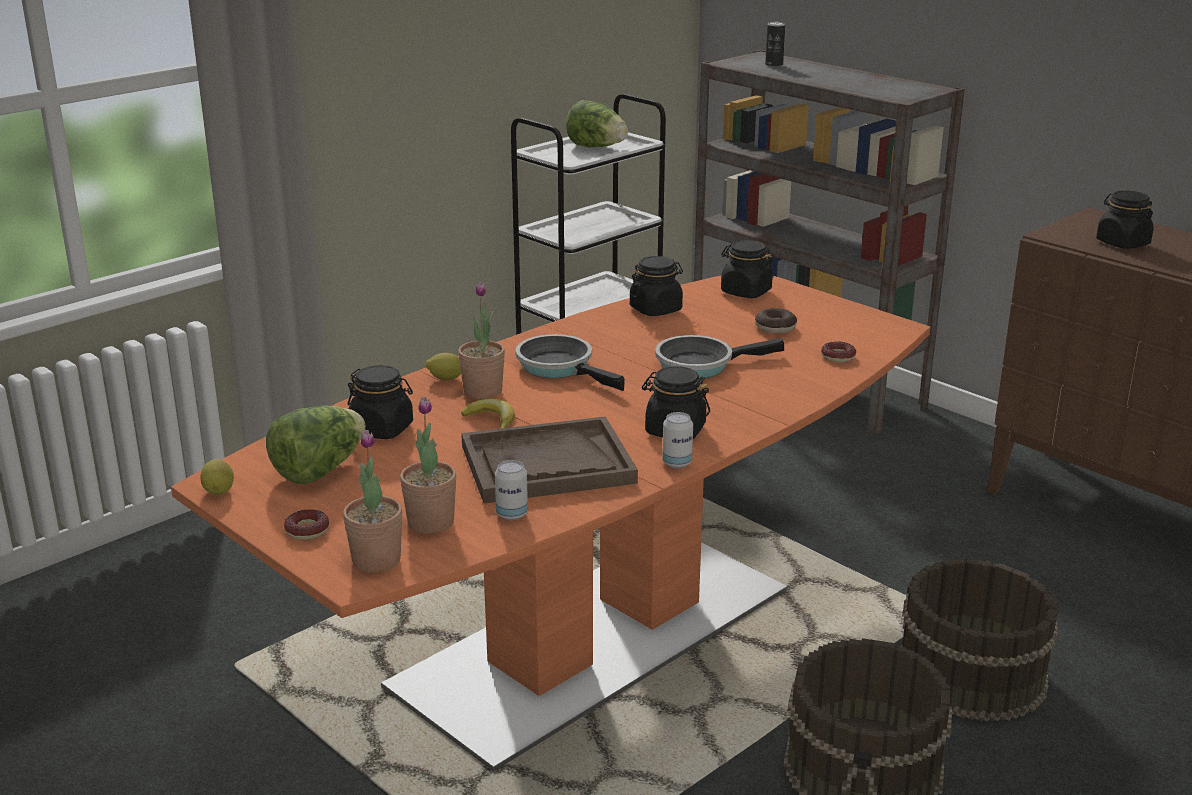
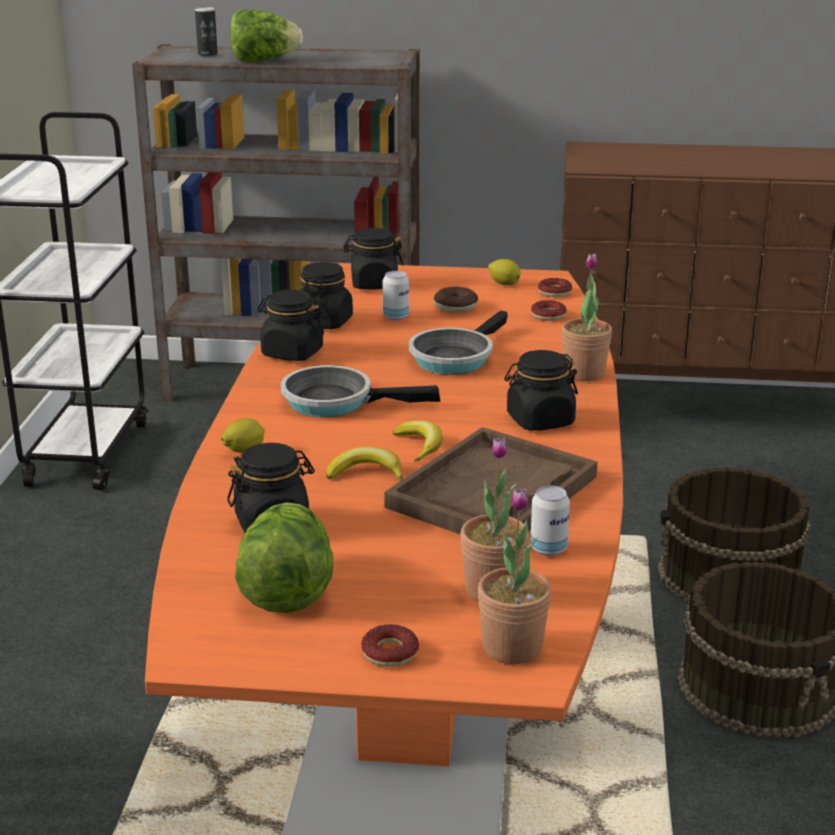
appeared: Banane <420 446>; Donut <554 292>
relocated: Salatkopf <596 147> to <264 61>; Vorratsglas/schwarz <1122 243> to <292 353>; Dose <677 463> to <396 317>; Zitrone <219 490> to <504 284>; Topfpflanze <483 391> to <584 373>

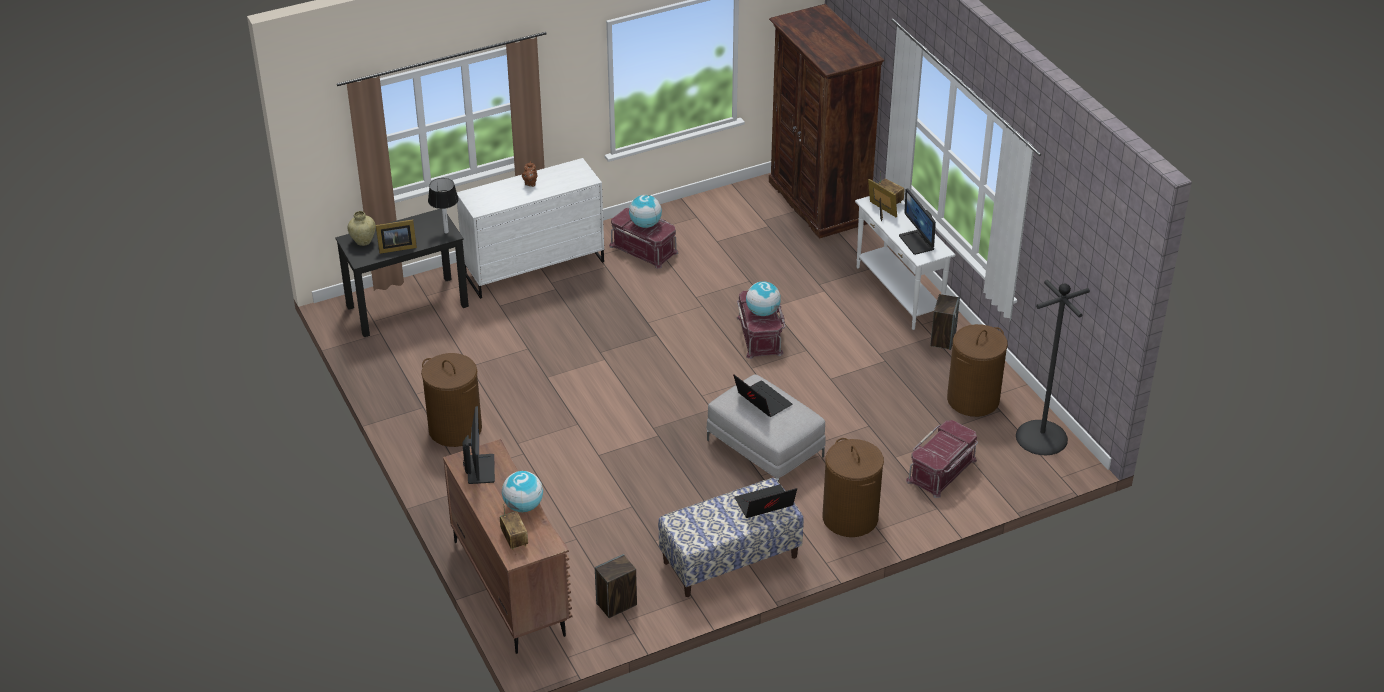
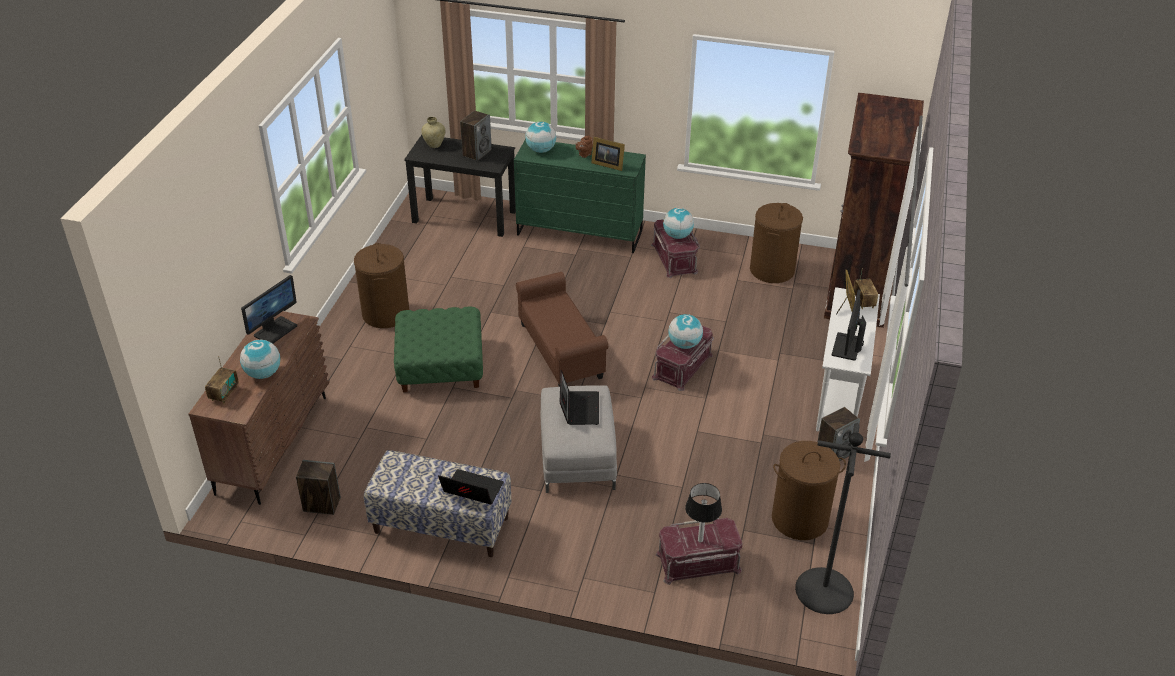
appeared: Polsterhocker/grün <441 365>; Lautsprecher <477 153>; Polsterhocker/braun <560 350>; Globus <541 150>
relocated: Bilderrahmen <396 247> to <607 164>; Tischlampe <446 232> to <700 540>; Wäschekorb/braun <850 518> to <772 270>
colour: Kommode/weiß <534 267> to Kommode/grün <580 232>

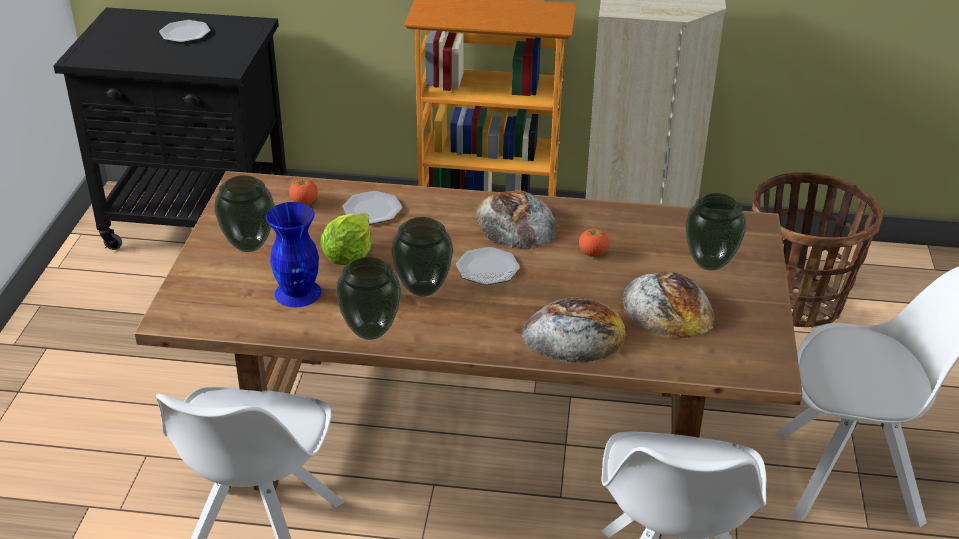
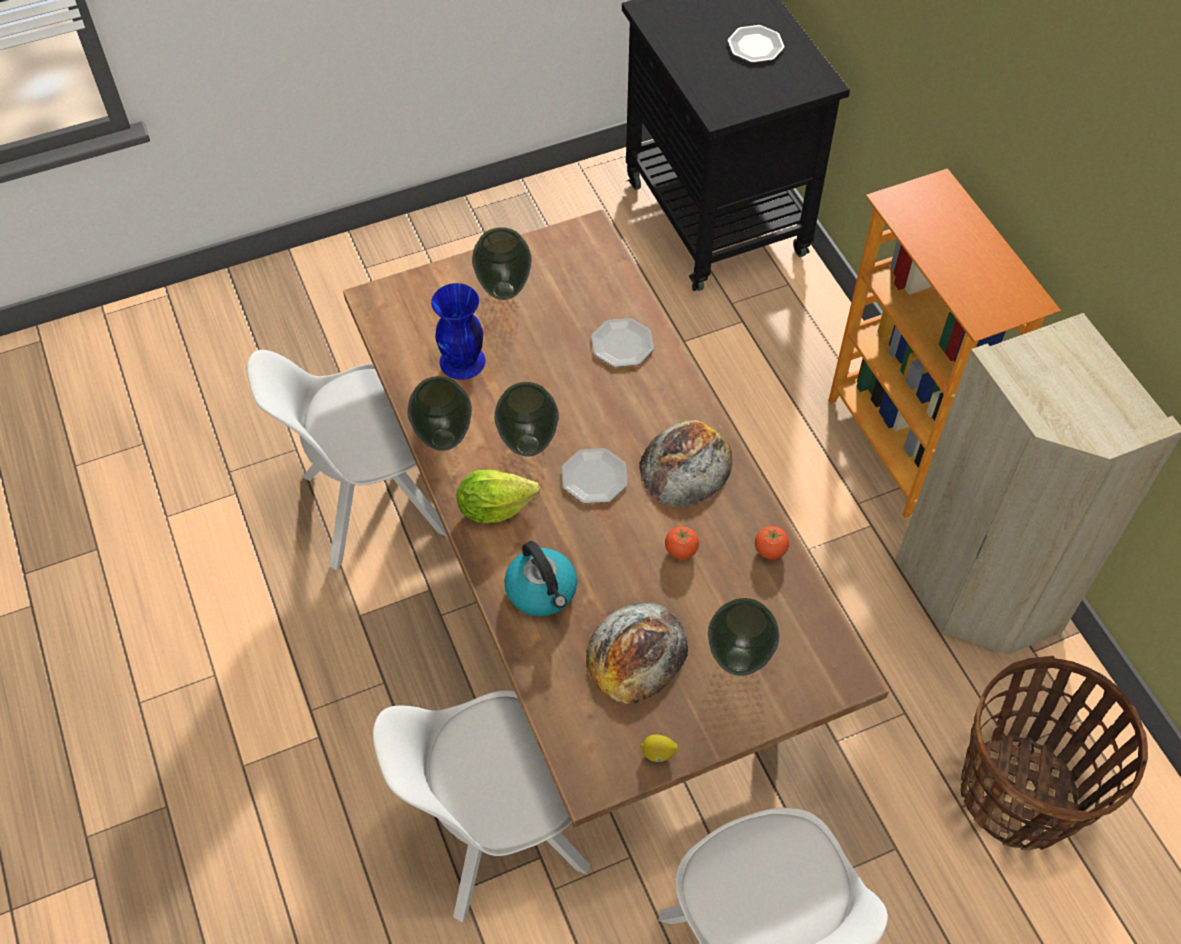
appeared: Zitrone <658 753>
relocated: Salatkopf <348 256> to <494 507>; Tomate <304 202> to <770 550>
exchanged: Brot <574 333> to Wasserkessel <542 591>

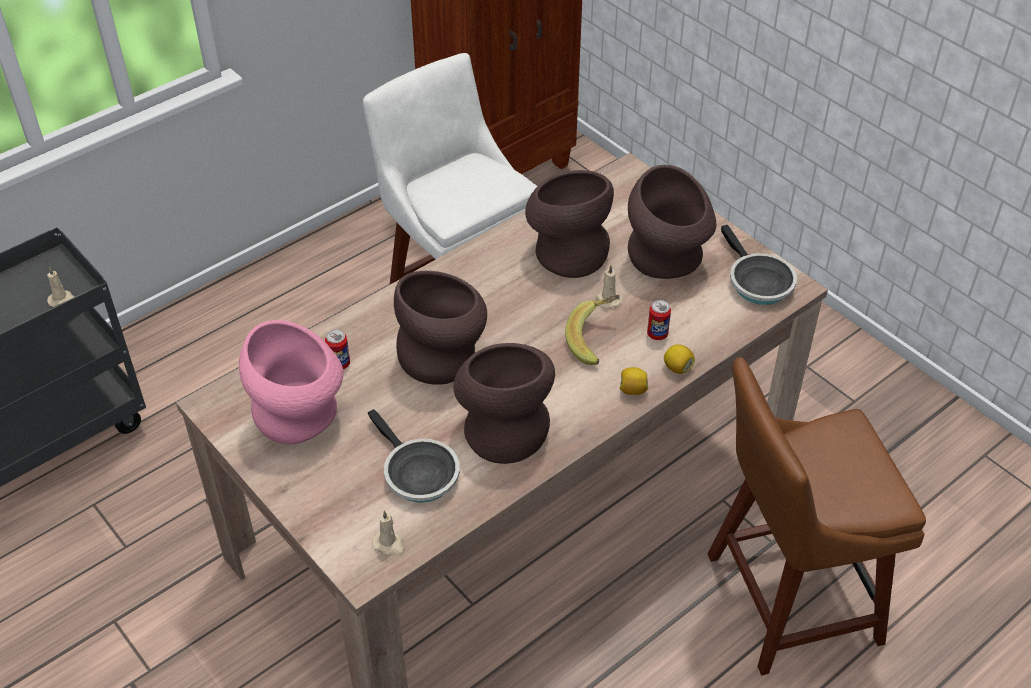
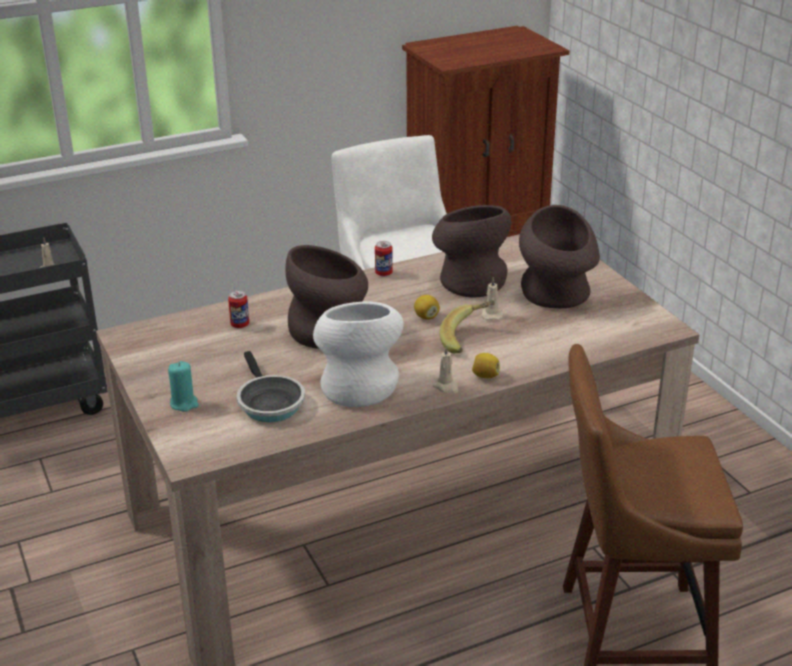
missing: Vase/rosa <300 418>; Pfanne <757 282>
appeared: Kerze/türkis <184 403>
relocated: Dose <657 334> to <383 273>; Zitrone <677 368> to <426 317>; Kerze/beige <389 545> to <446 386>
colour: Vase/braun <504 428> to Vase/weiß <358 384>

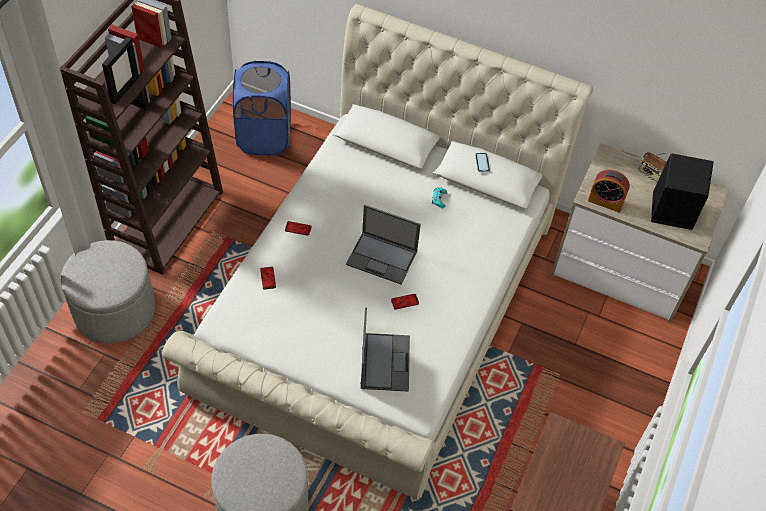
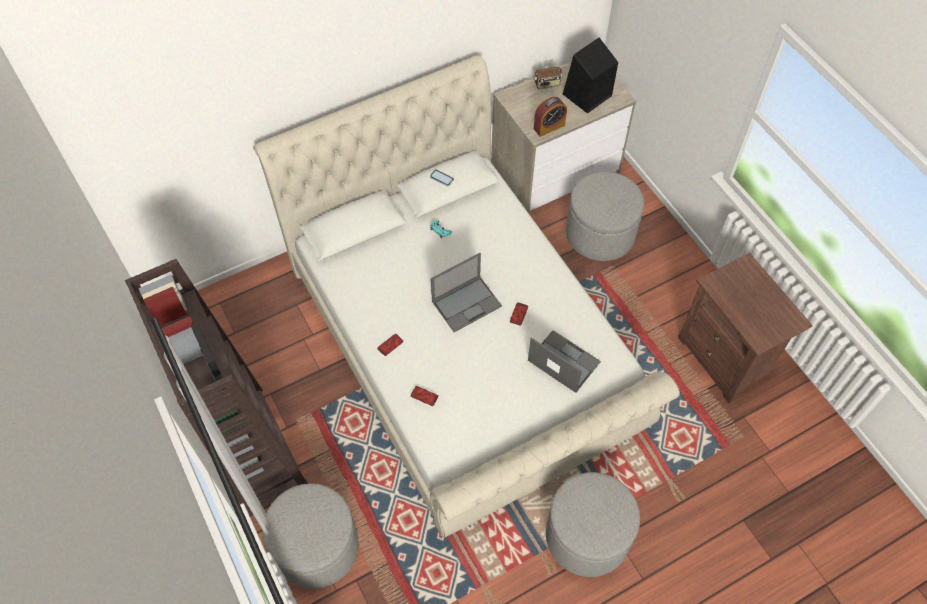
missing: Wäschekorb/blau <264 137>
appeared: Polsterhocker/grau <600 233>

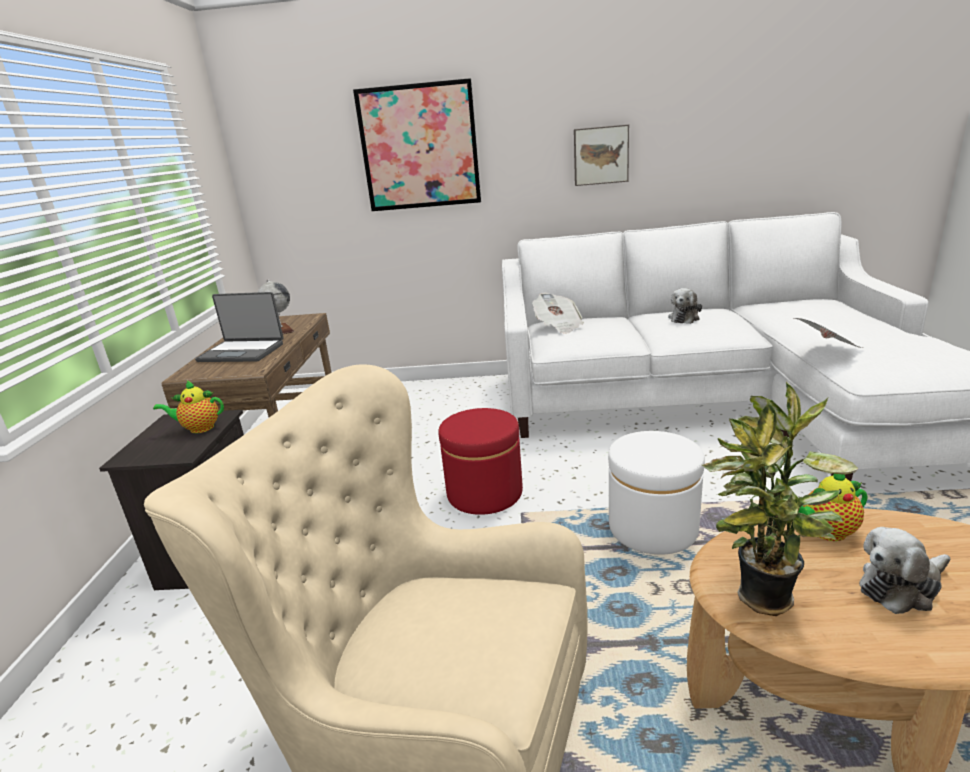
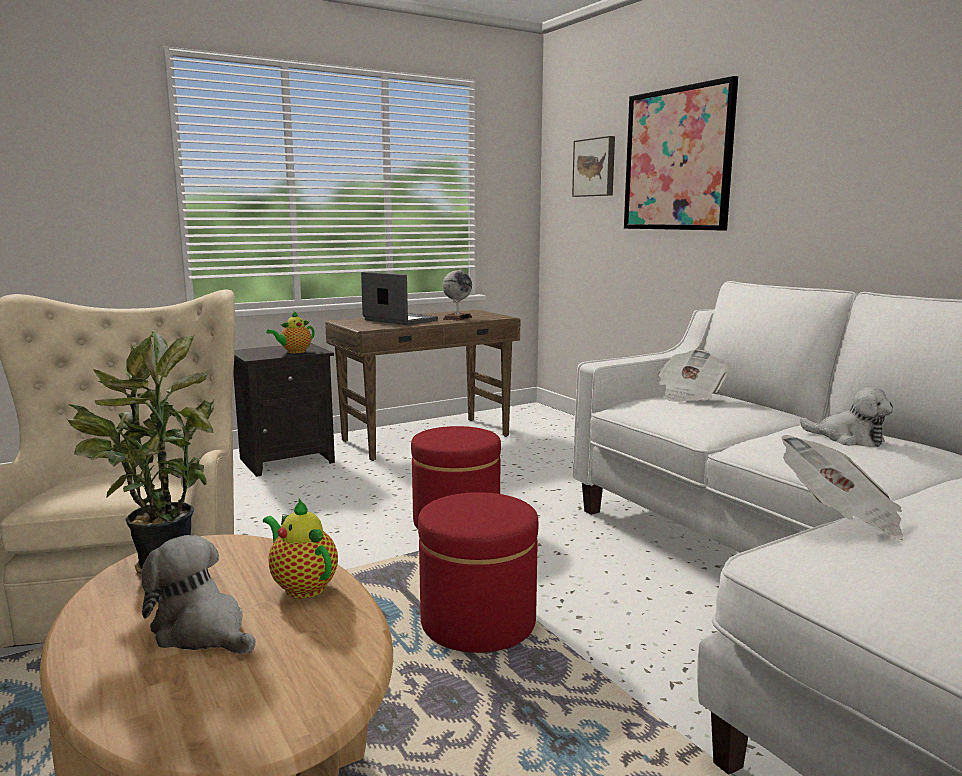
relocated: Bild <600 155> to <595 167>
colour: Polsterhocker/weiß <653 528> to Polsterhocker/rot <478 622>
spun: Teekanne <199 428> = <294 352> 90 degrees counterclockwise; Laptop <242 352> = <399 320> 150 degrees clockwise; Plüschtier <684 318> = <848 438> 135 degrees counterclockwise

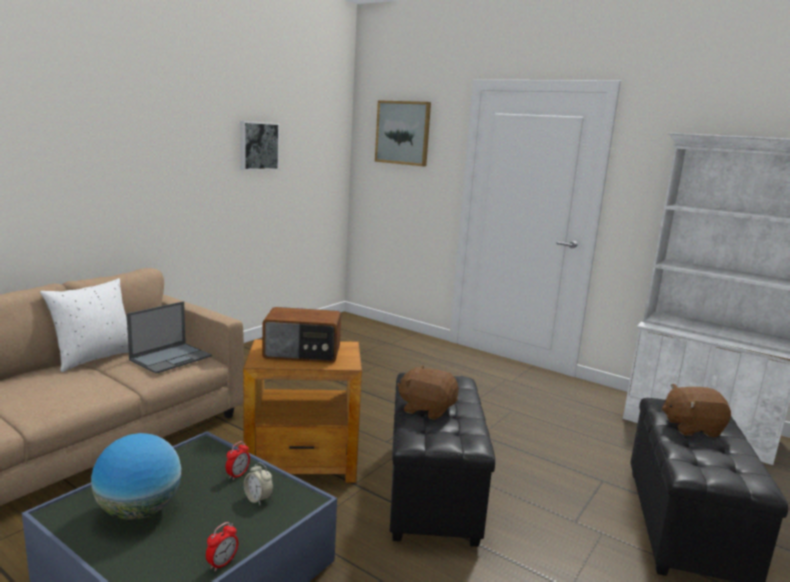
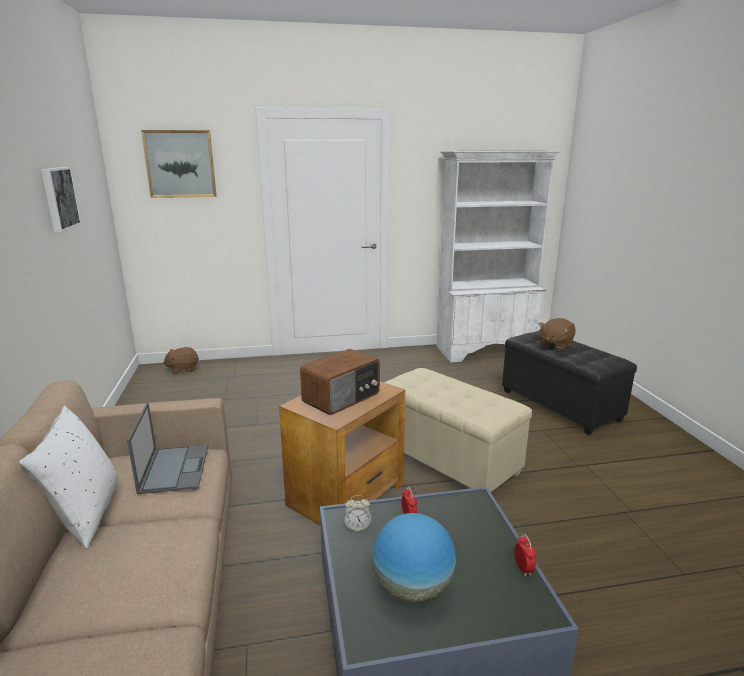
relocated: Plüschtier/braun <427 409> to <183 369>; Wecker <258 499> to <357 526>
colour: Polsterhocker/schwarz <433 491> to Polsterhocker/beige <448 460>

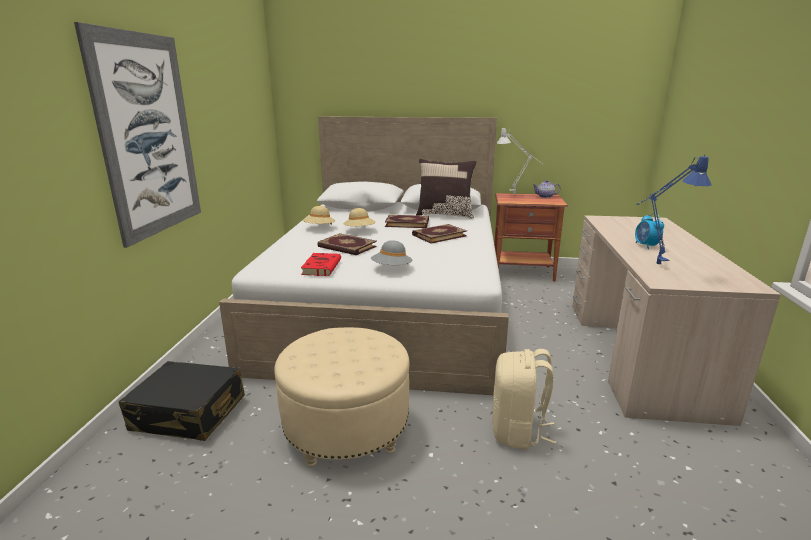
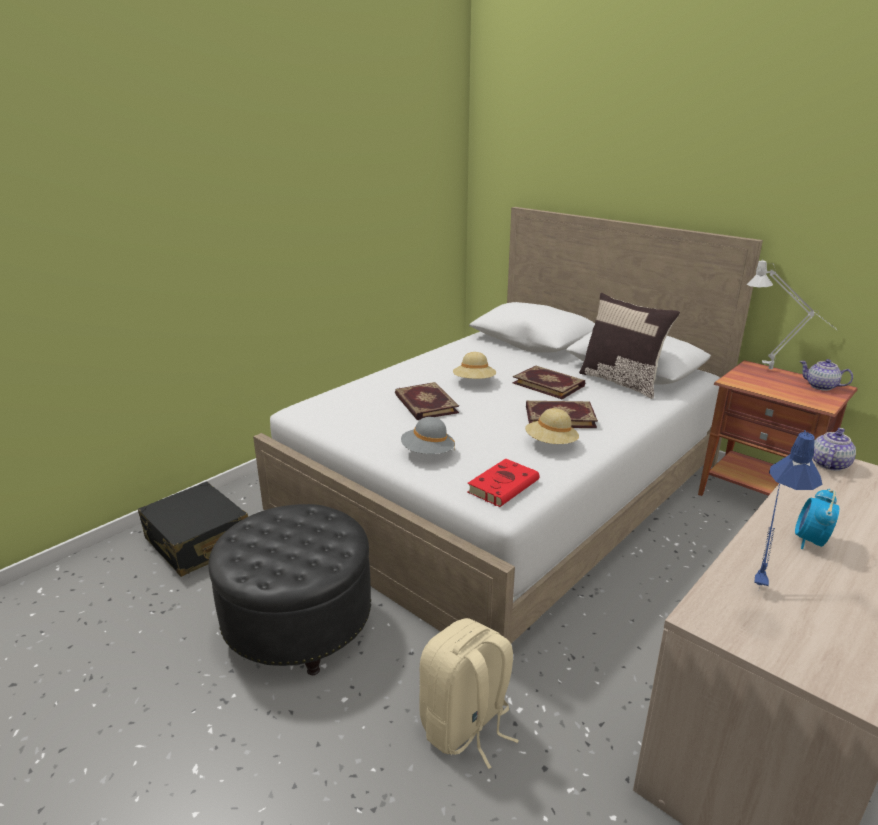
missing: Bild <148 136>
appeared: Teekanne <828 464>
relocated: Buch/rot <322 267> to <504 486>; Hut/beige <319 228> to <551 444>
colour: Polsterhocker/beige <346 429> to Polsterhocker/schwarz <299 626>

